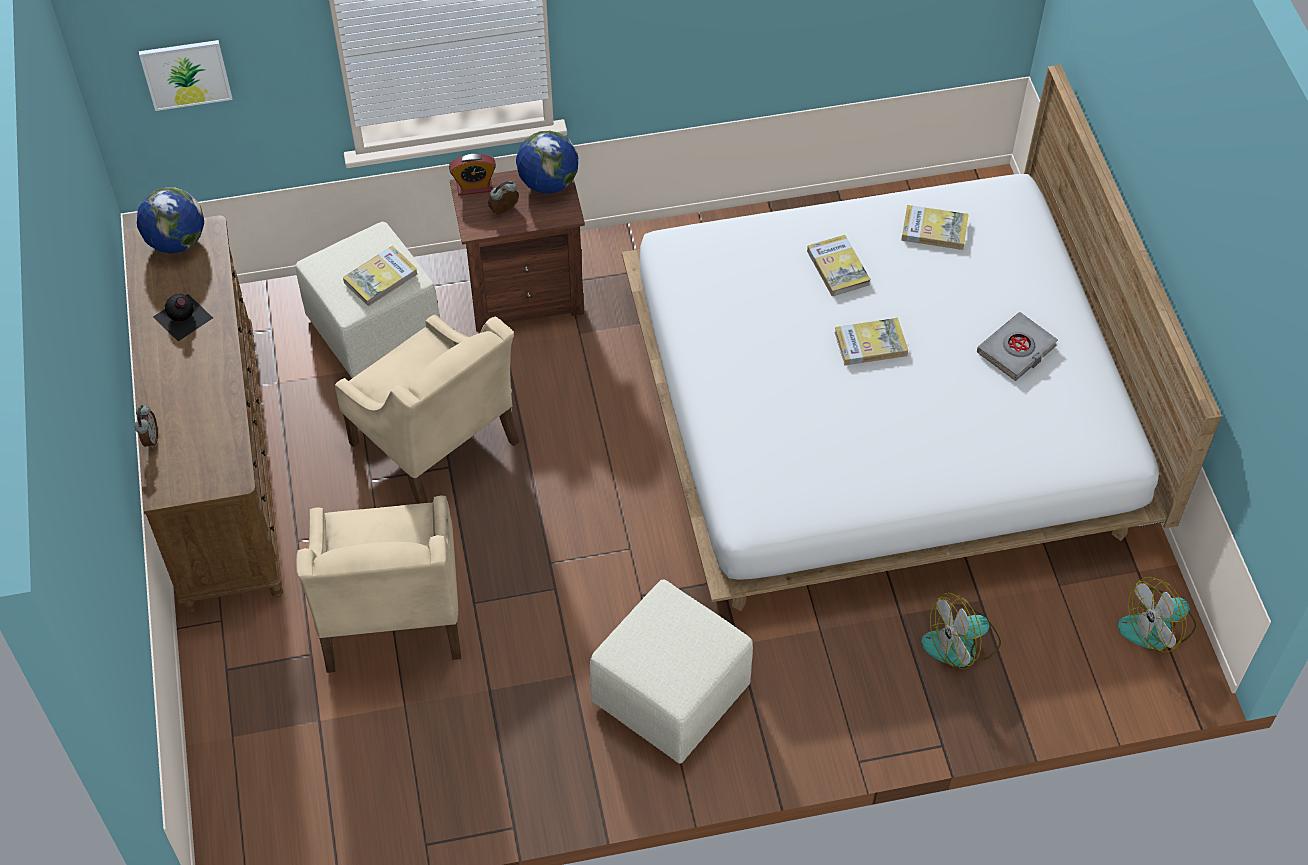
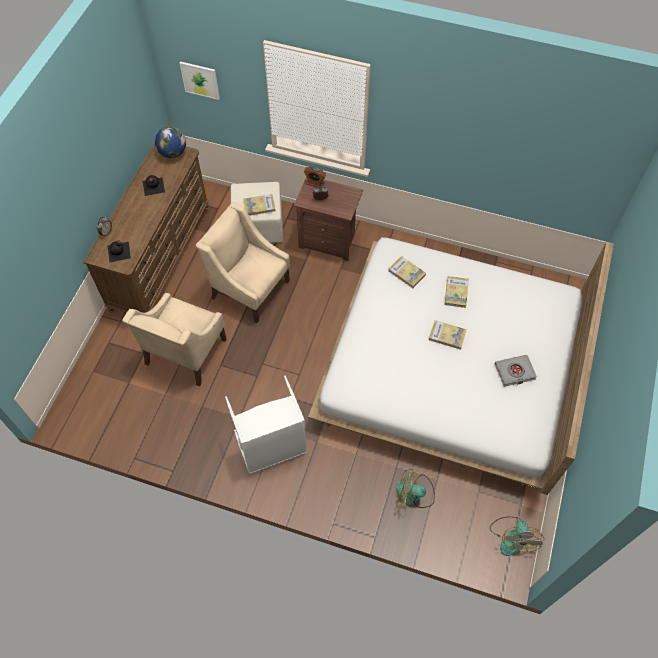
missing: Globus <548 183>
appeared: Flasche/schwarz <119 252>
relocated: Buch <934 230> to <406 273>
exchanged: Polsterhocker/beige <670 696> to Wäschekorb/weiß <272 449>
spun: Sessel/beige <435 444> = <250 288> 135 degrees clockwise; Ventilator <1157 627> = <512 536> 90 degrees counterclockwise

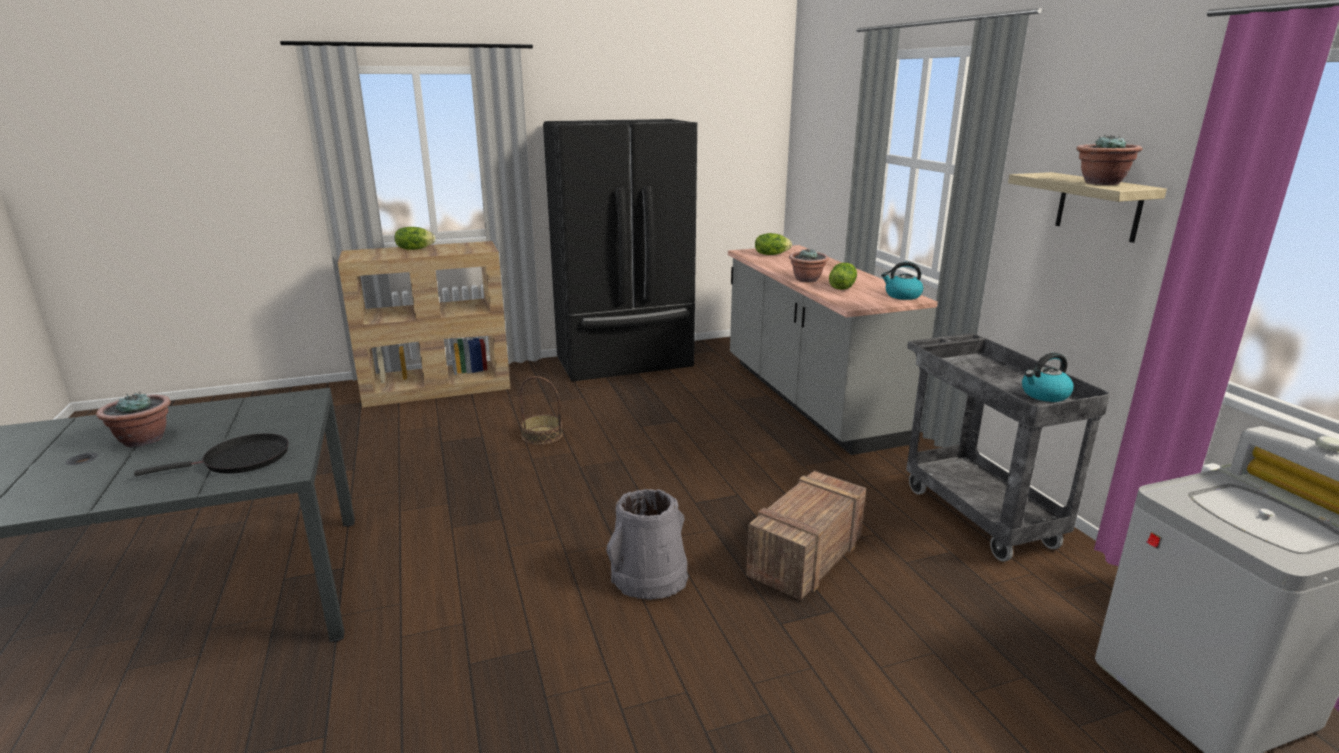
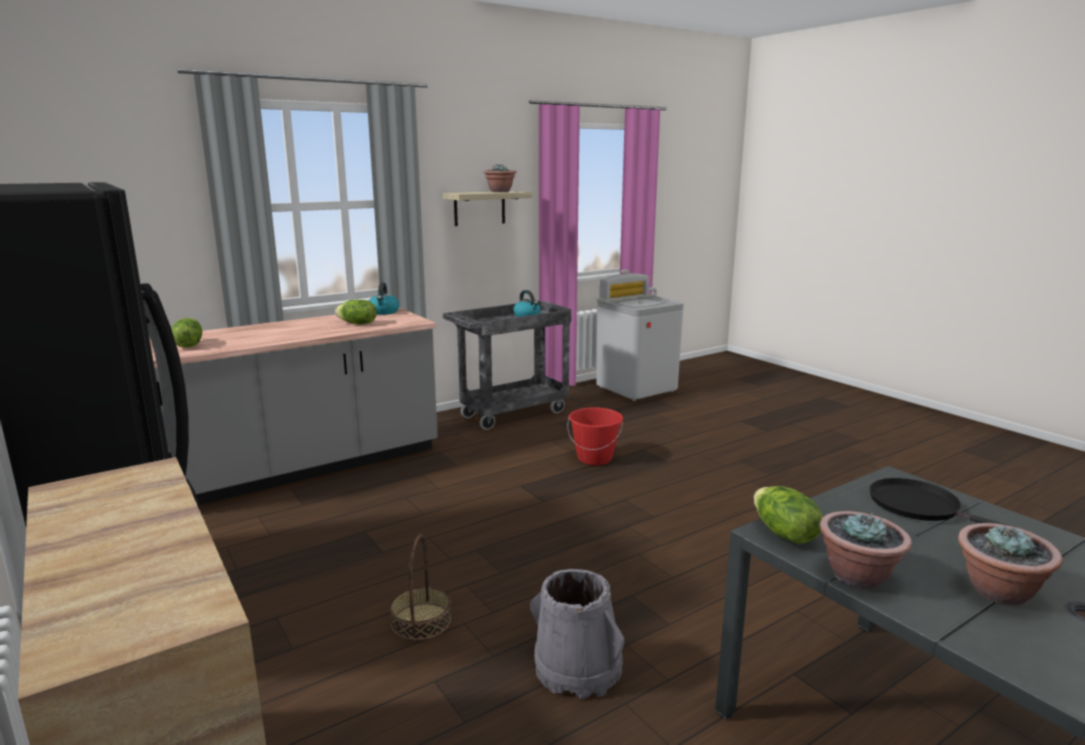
relocated: Eimer/grau <649 576> to <577 668>; Salatkopf <415 249> to <783 534>; Topfpflanze <807 280> to <857 576>
exchanged: Kiste <805 558> to Eimer/rot <595 458>

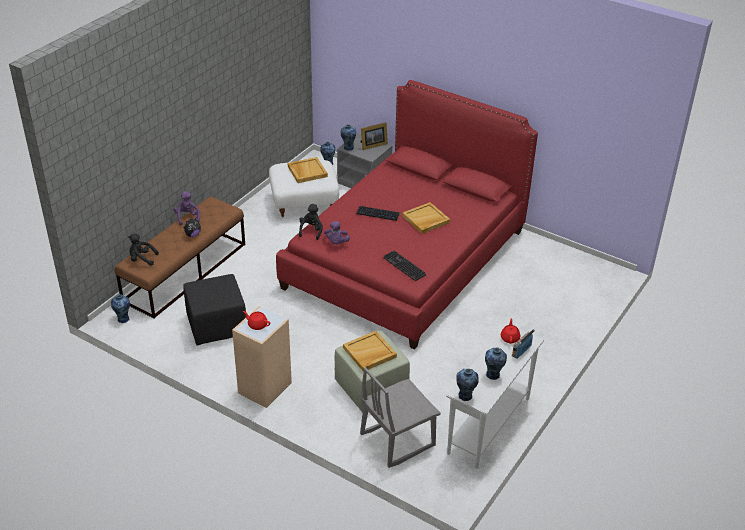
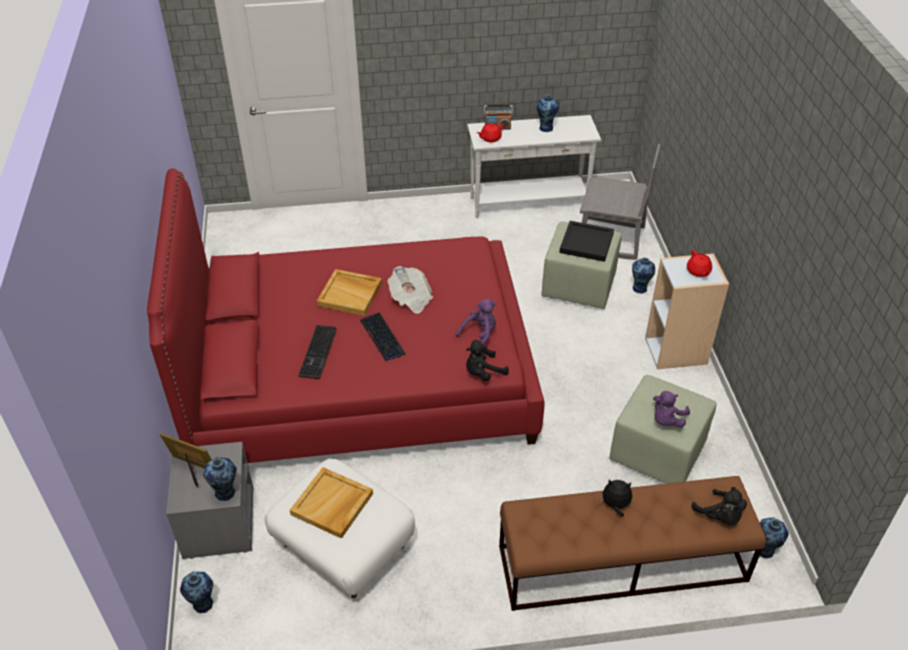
appeared: Zeitung <411 298>
relocated: Tastatur <403 266> to <319 353>; Vase <465 396> to <640 288>; Plüschtier/lila <187 217> to <666 420>
colour: Tablett/beige <369 353> to Tablett/schwarz <587 243>; Polsterhocker/schwarz <217 325> to Polsterhocker/grün <656 452>

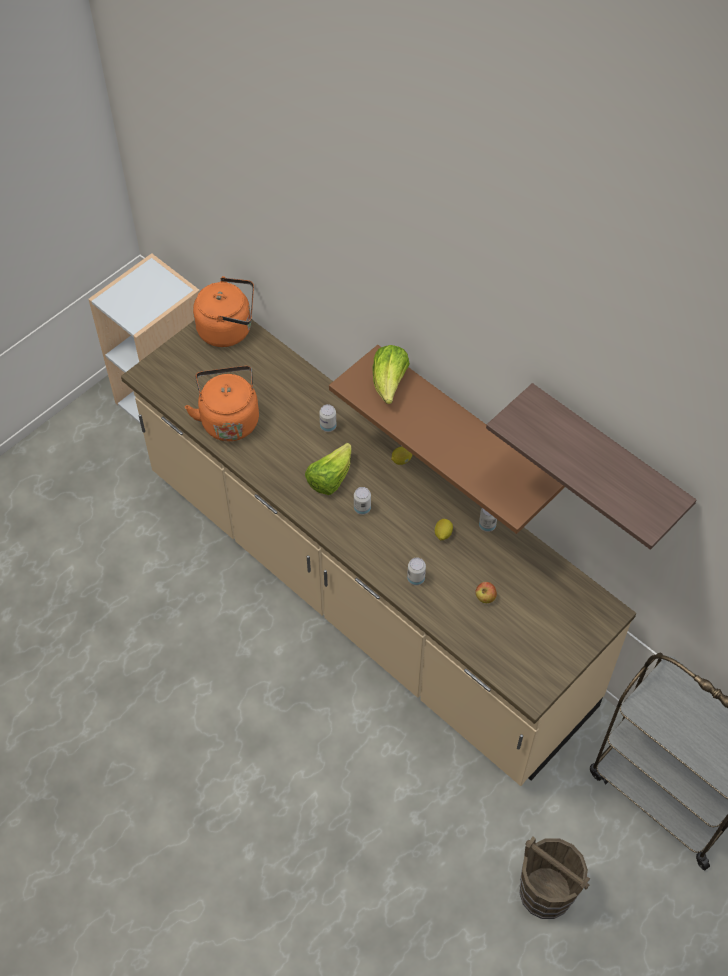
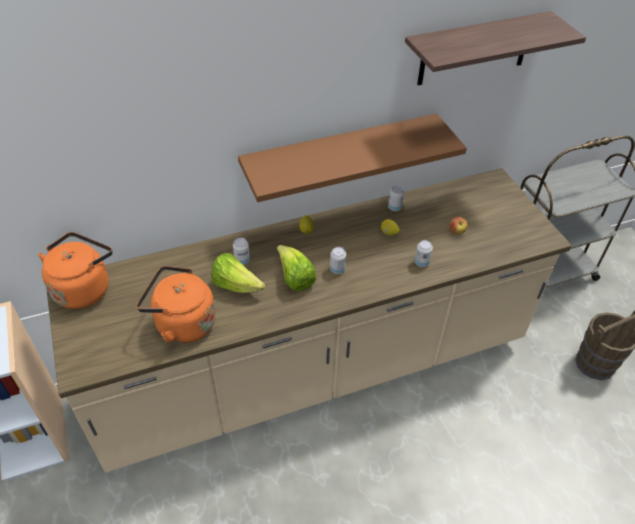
relocated: Salatkopf <389 383> to <236 285>

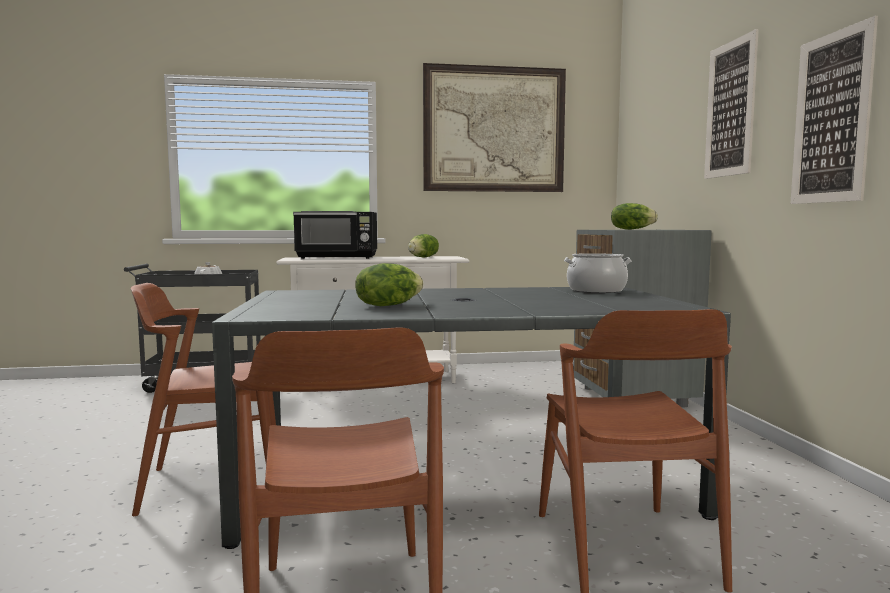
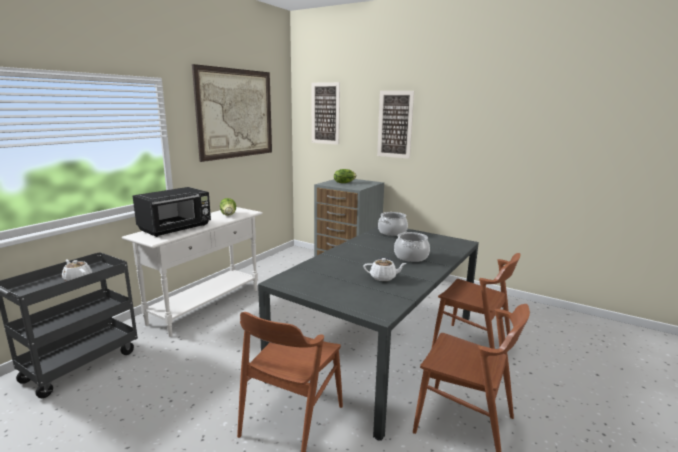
appeared: Kochtopf <411 256>
relocated: Bild <831 118> to <325 113>
exchanged: Salatkopf <388 305> to Teekanne/weiß <383 277>

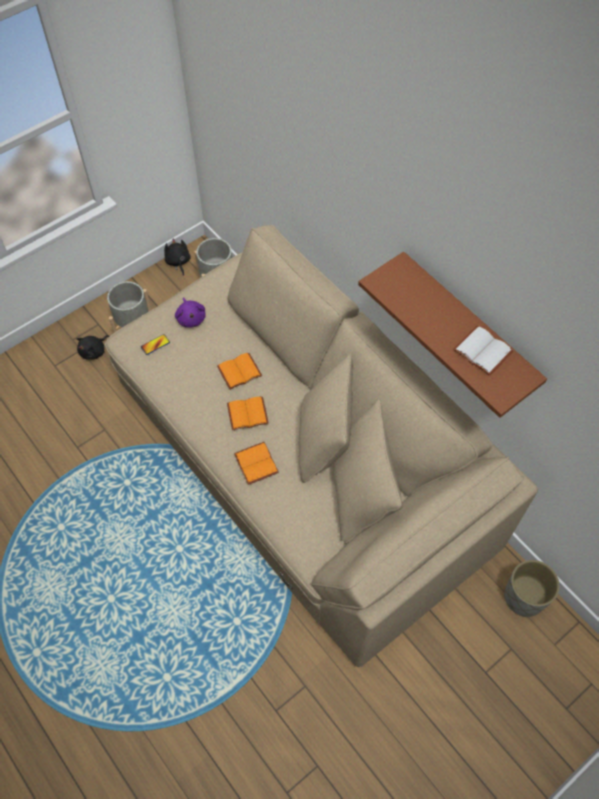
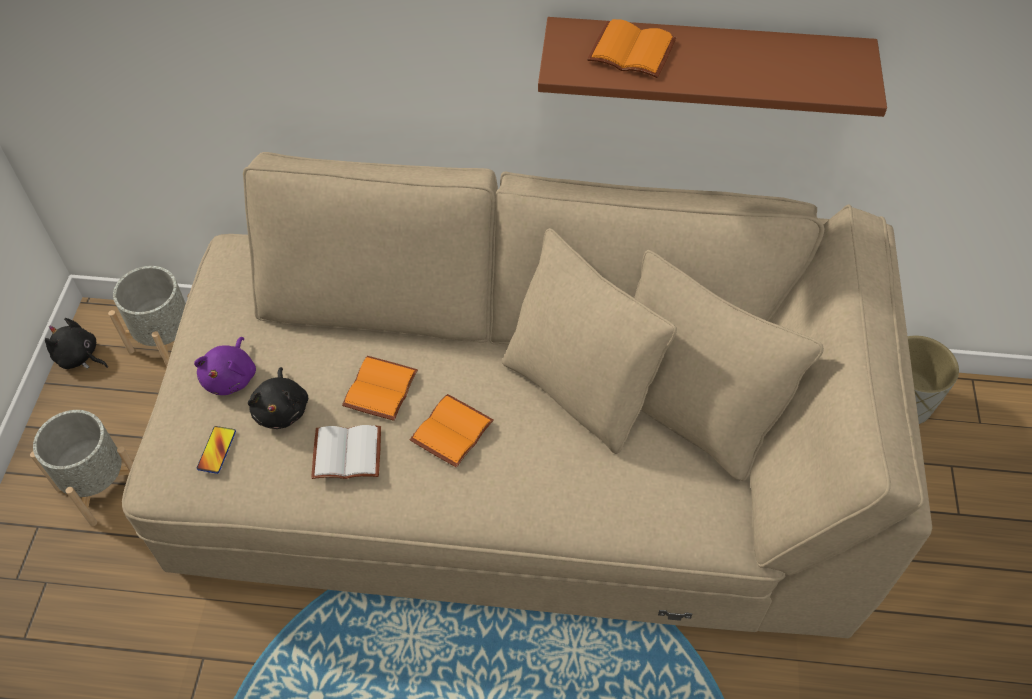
relocated: Plüschtier/schwarz <94 351> to <282 409>; Buch/weiß <484 351> to <348 451>; Buch/orange <254 463> to <629 52>
spun: Plüschtier/lila <191 318> = <231 377> 75 degrees clockwise

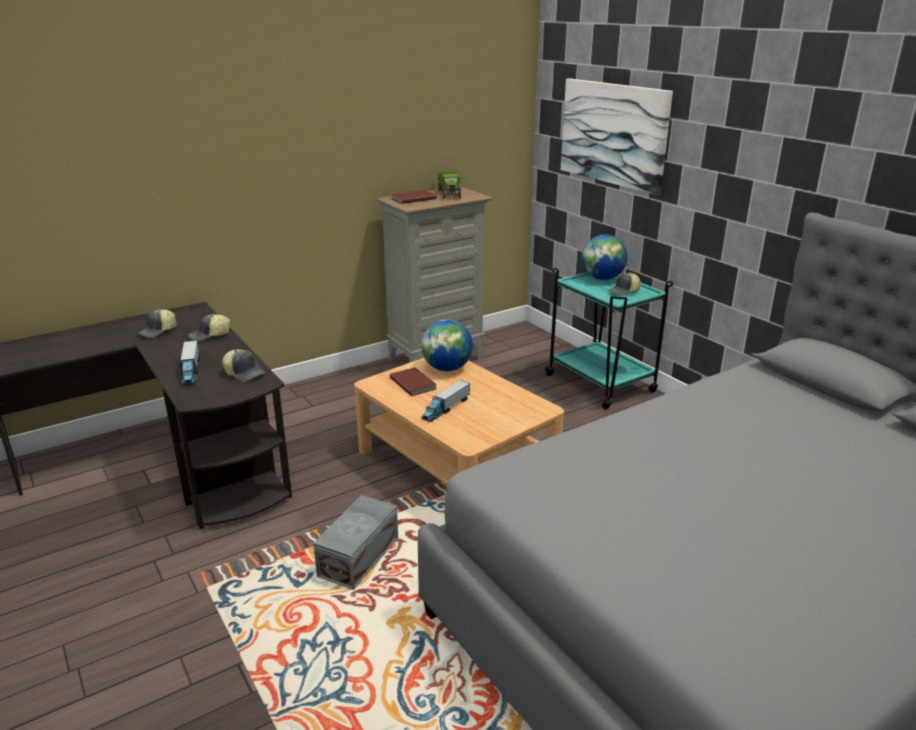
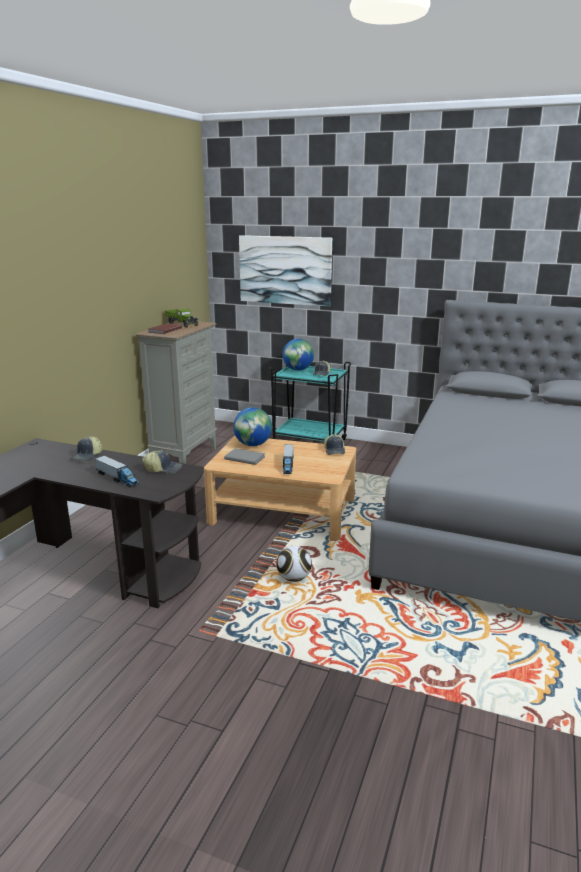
relocated: Kappe <158 331> to <334 451>
exchanged: Aufbewahrungsbox/grau <360 557> to Fußball <294 578>
colour: Buch/braun <413 383> to Buch/grau <245 458>

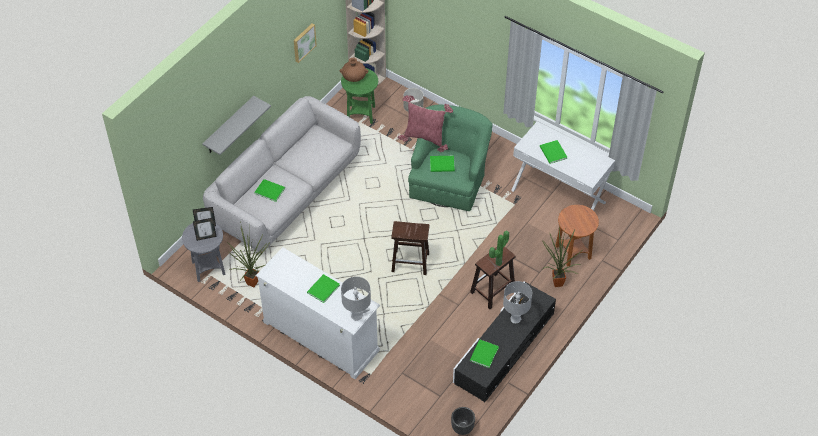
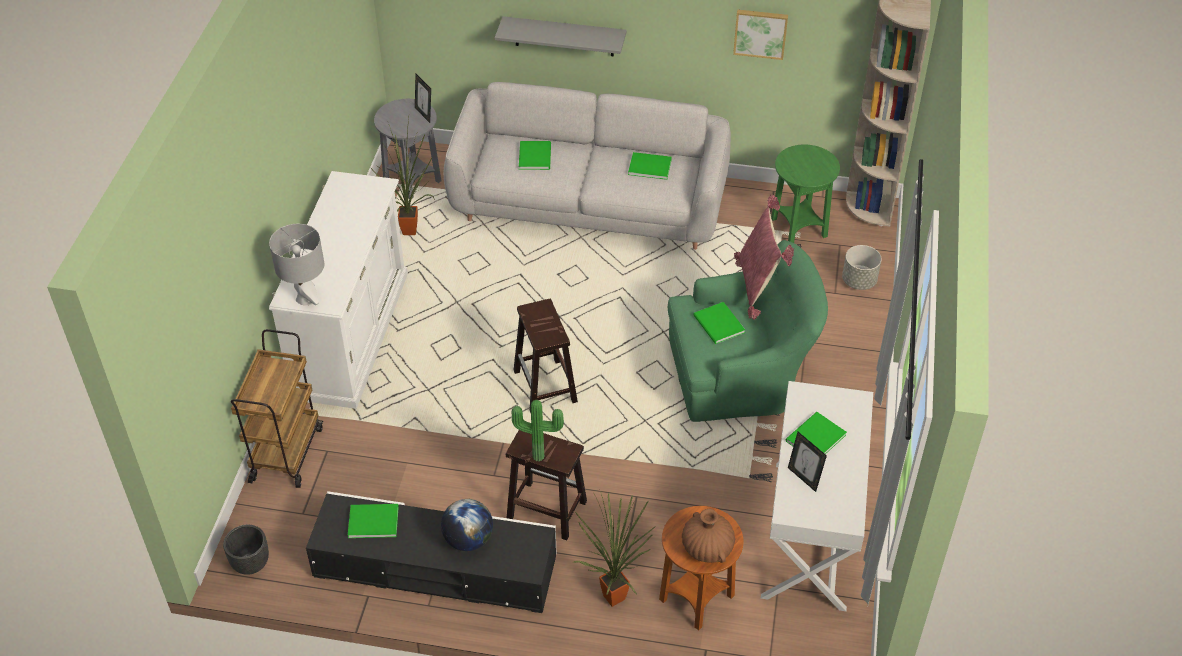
appeared: Rollwagen/braun <287 454>
relocated: Buch/grün <322 289> to <648 166>; Vase/braun <354 77> to <707 548>; Bilderrahmen <206 237> to <804 478>
exchanged: Tischlampe/grau <515 318> to Globus <468 540>

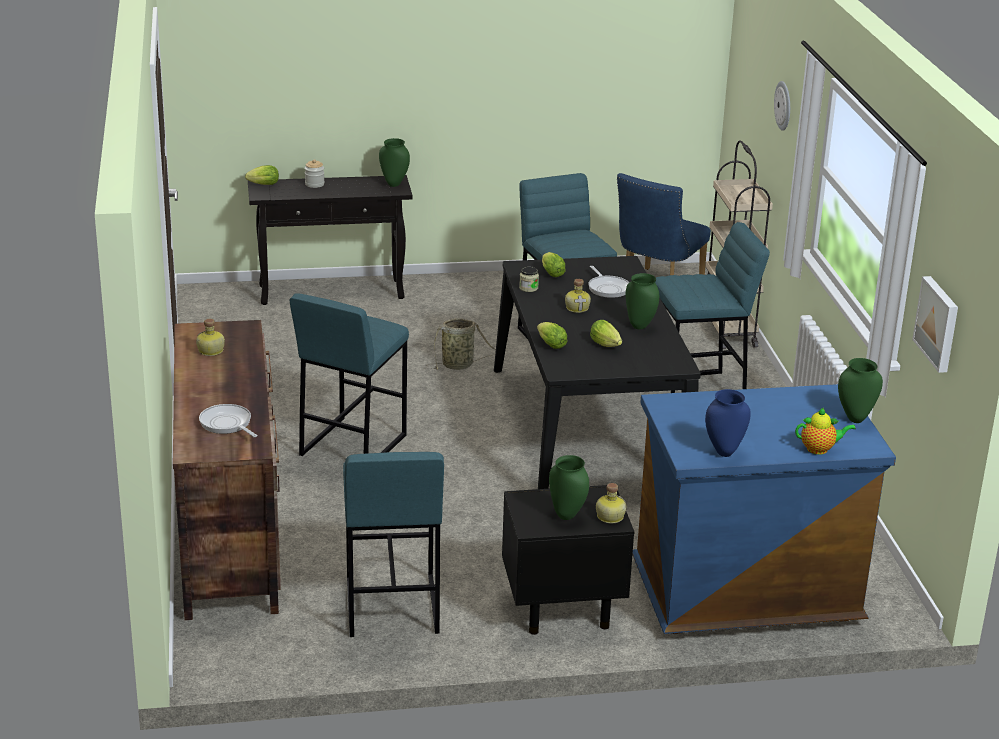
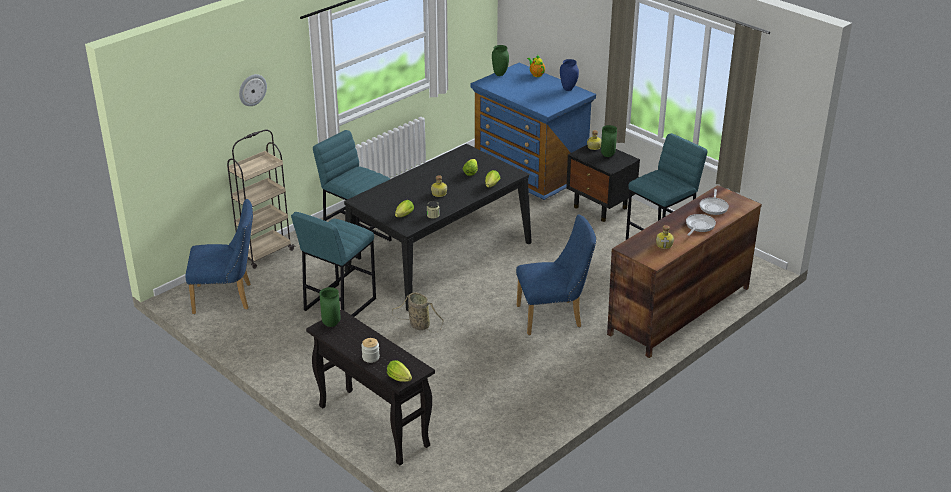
missing: Vase/grün <639 326>; Bild <938 323>
relocated: Pfanne <608 288> to <699 226>
exchanged: Hocker/türkis <351 446> to Stuhl/blau <554 317>

